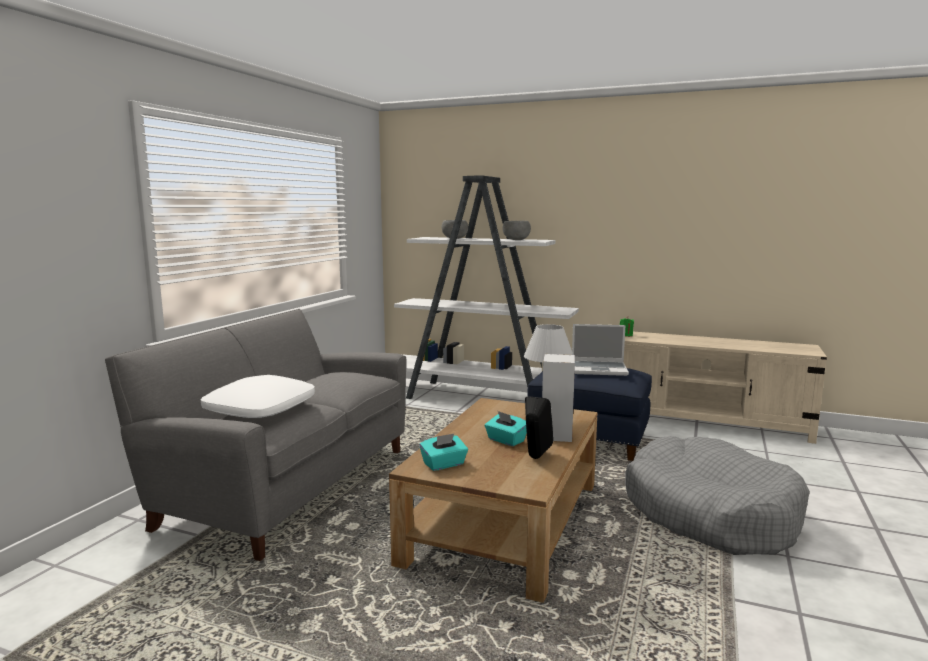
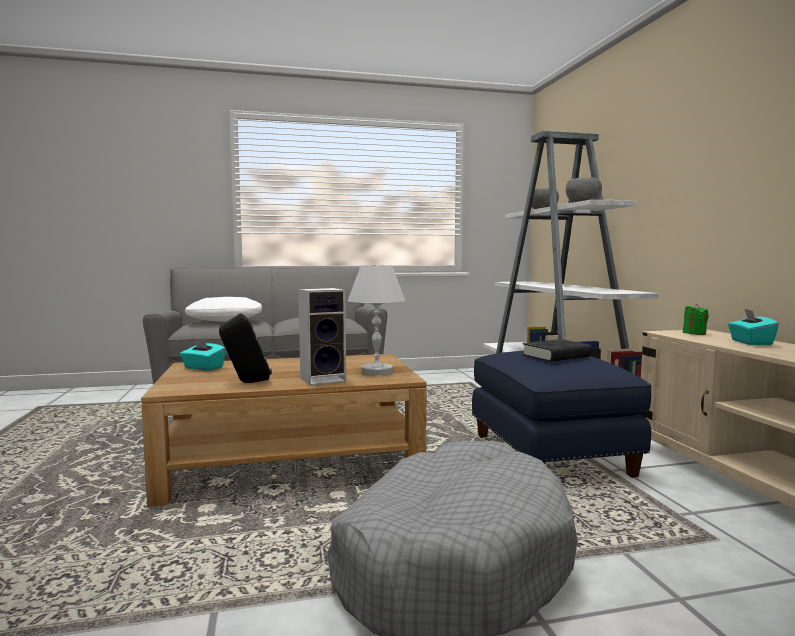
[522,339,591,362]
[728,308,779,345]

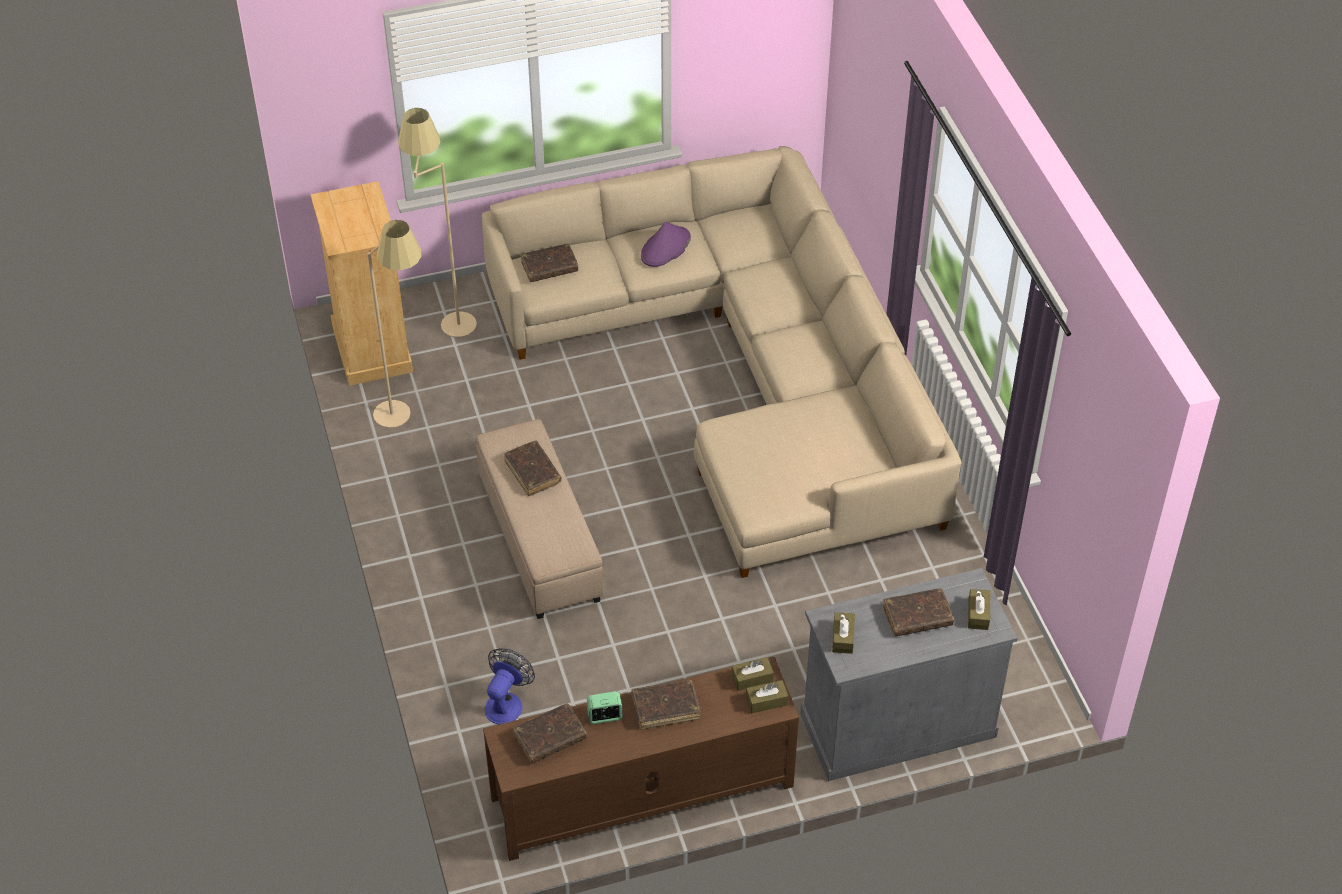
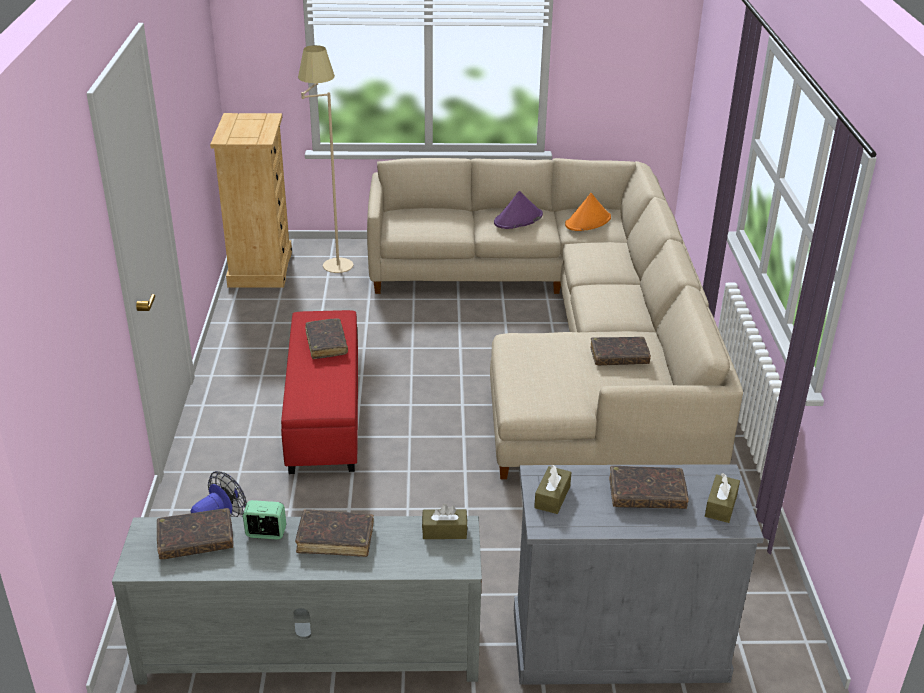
[367,220,422,428] (first image)
[590,337,651,365]
[281,310,358,474]
[112,516,482,685]
[746,680,788,713] (first image)
[565,193,611,231]

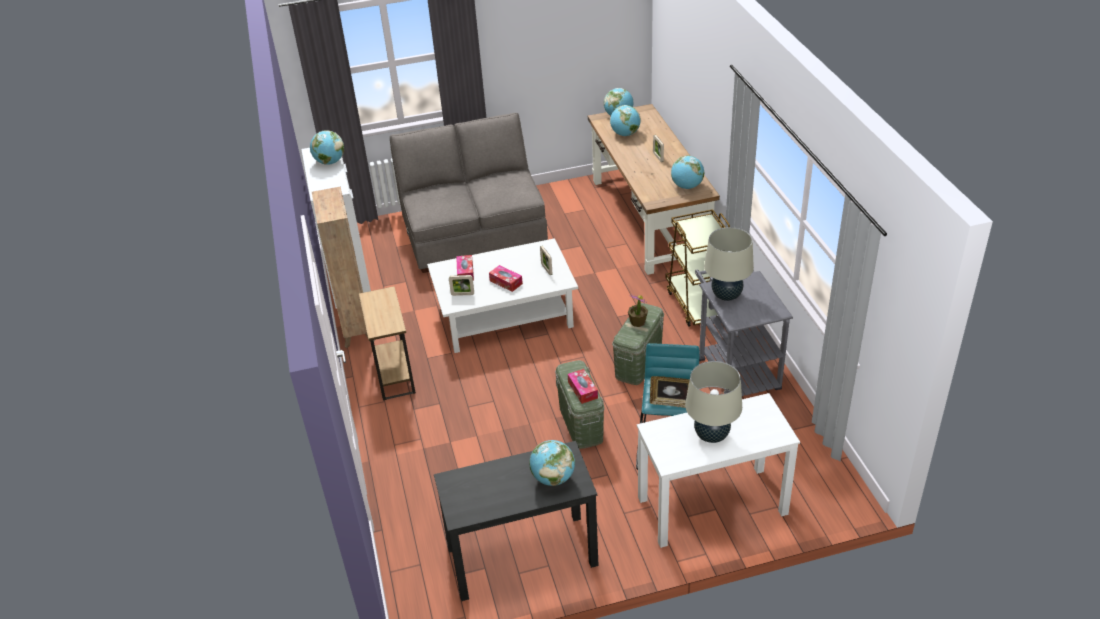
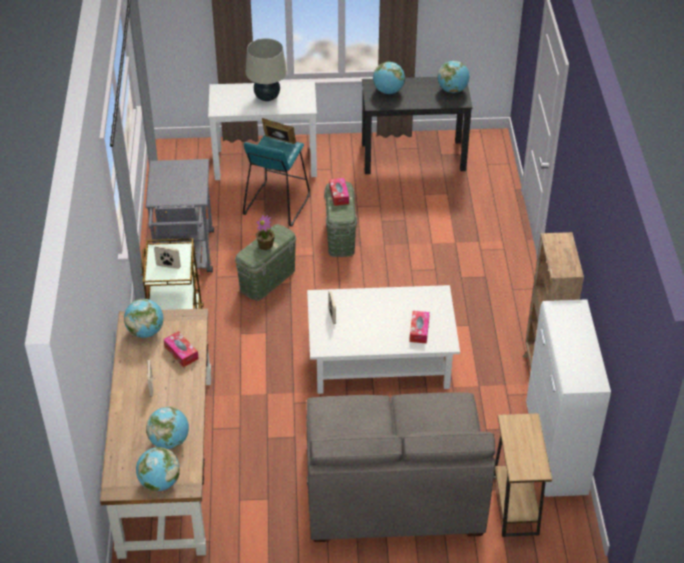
[437,61,470,93]
[704,227,754,301] (first image)
[164,331,199,367]
[154,246,181,269]
[494,413,552,537]

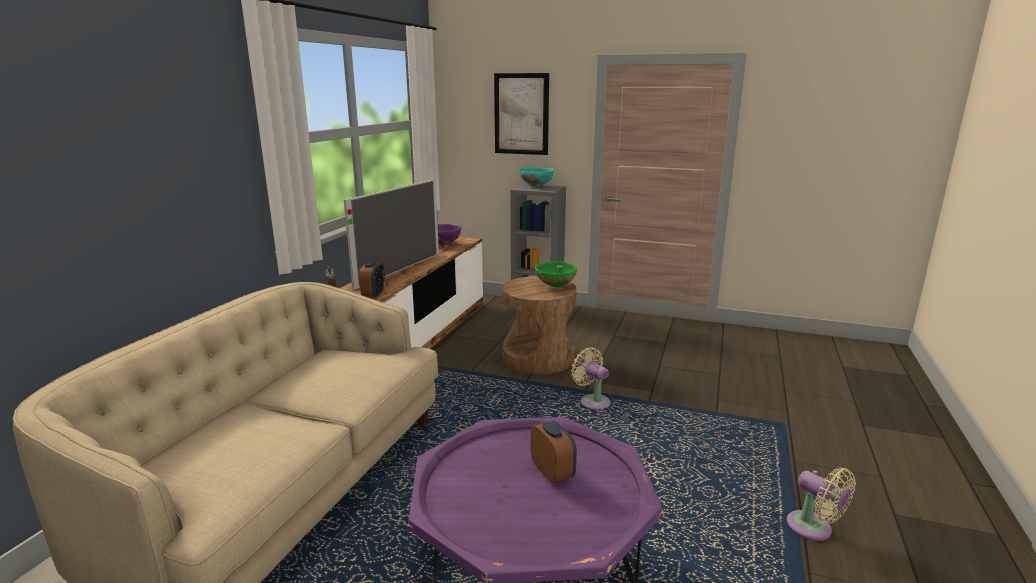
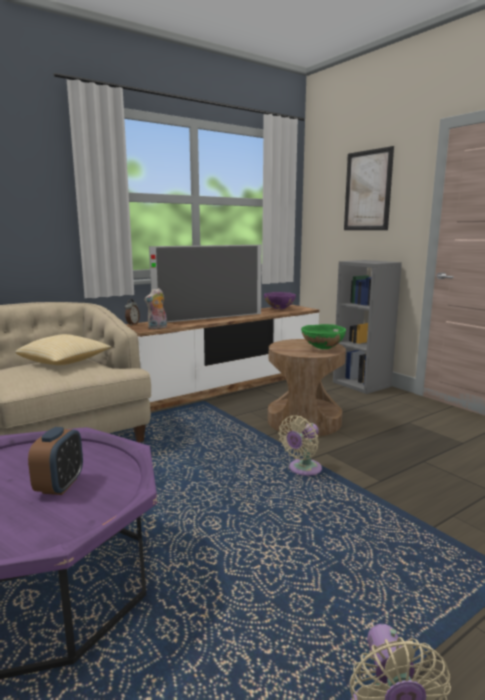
[519,167,554,187] (first image)
[144,288,167,329]
[279,415,322,476]
[15,334,111,365]

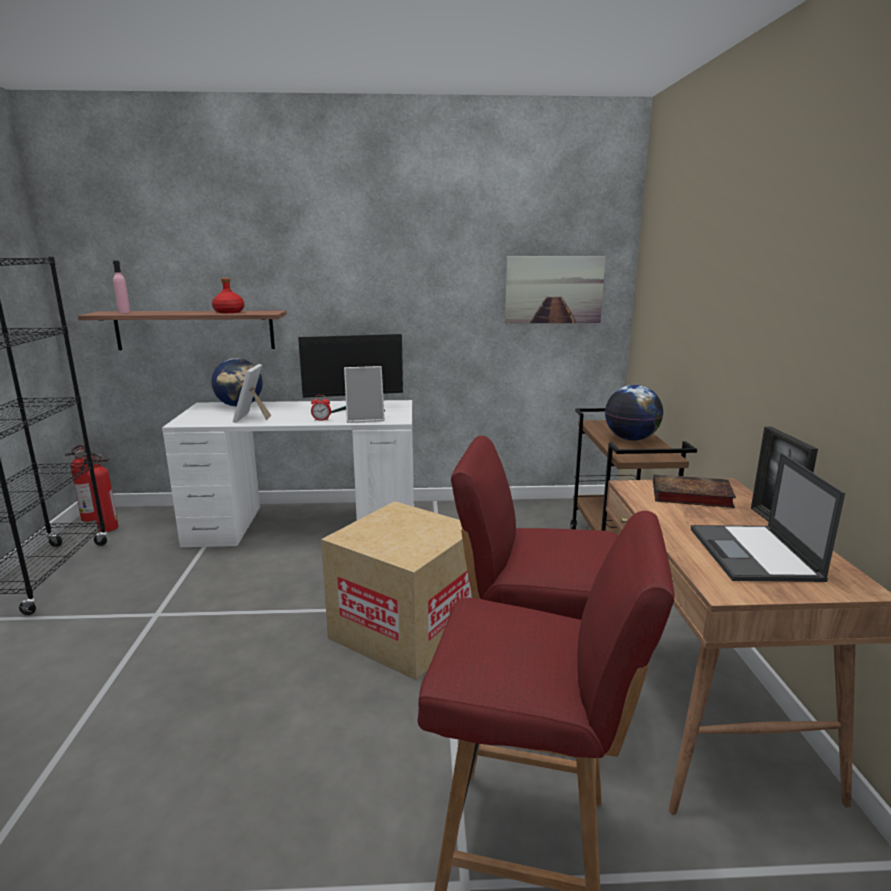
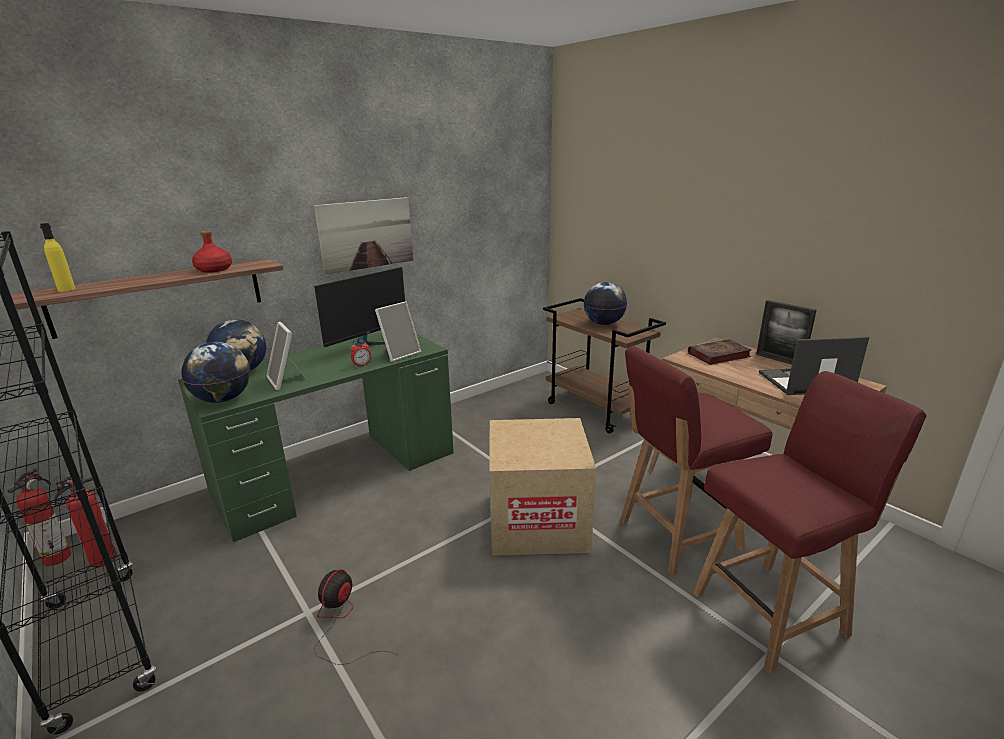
[314,197,413,275]
[40,223,76,292]
[178,332,454,542]
[759,337,869,395]
[181,342,250,403]
[314,569,399,665]

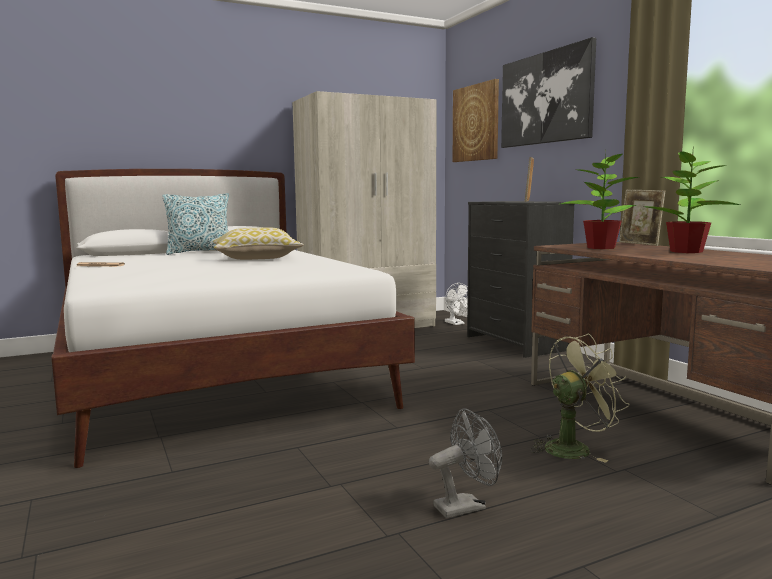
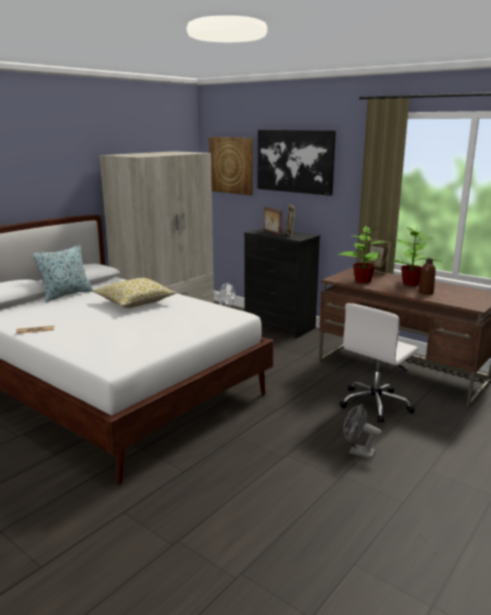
[339,303,418,423]
[343,404,382,459]
[264,207,282,236]
[418,258,436,295]

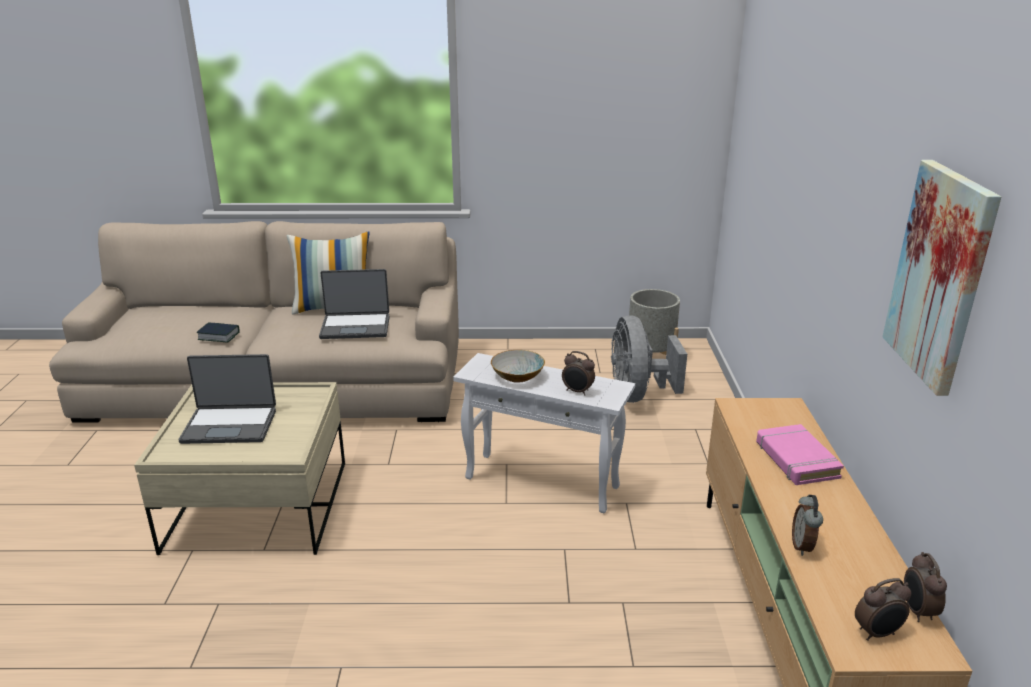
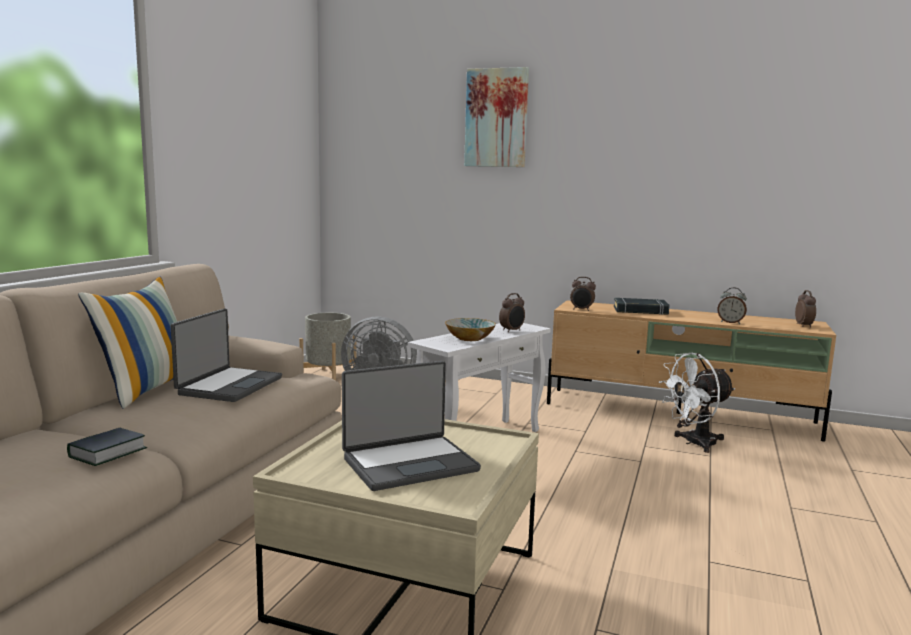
[464,67,529,167]
[342,361,481,491]
[614,298,670,315]
[570,277,596,311]
[659,352,735,453]

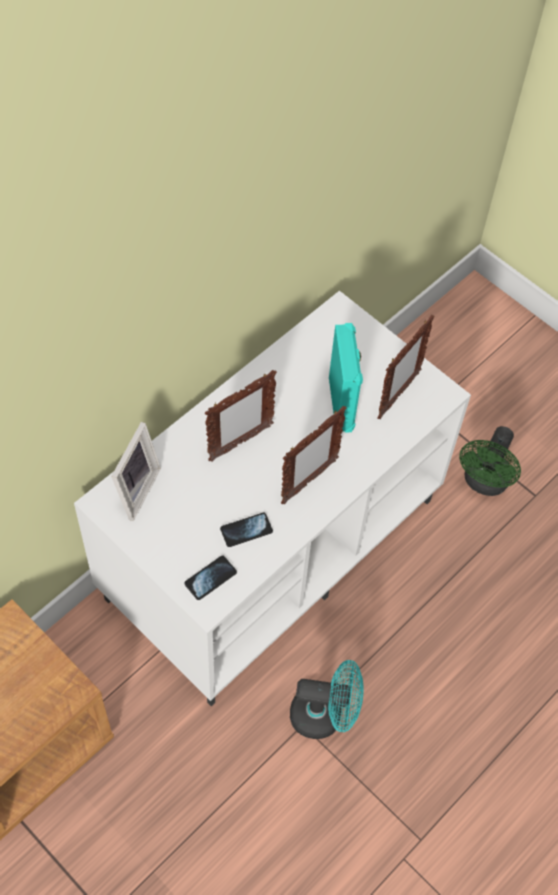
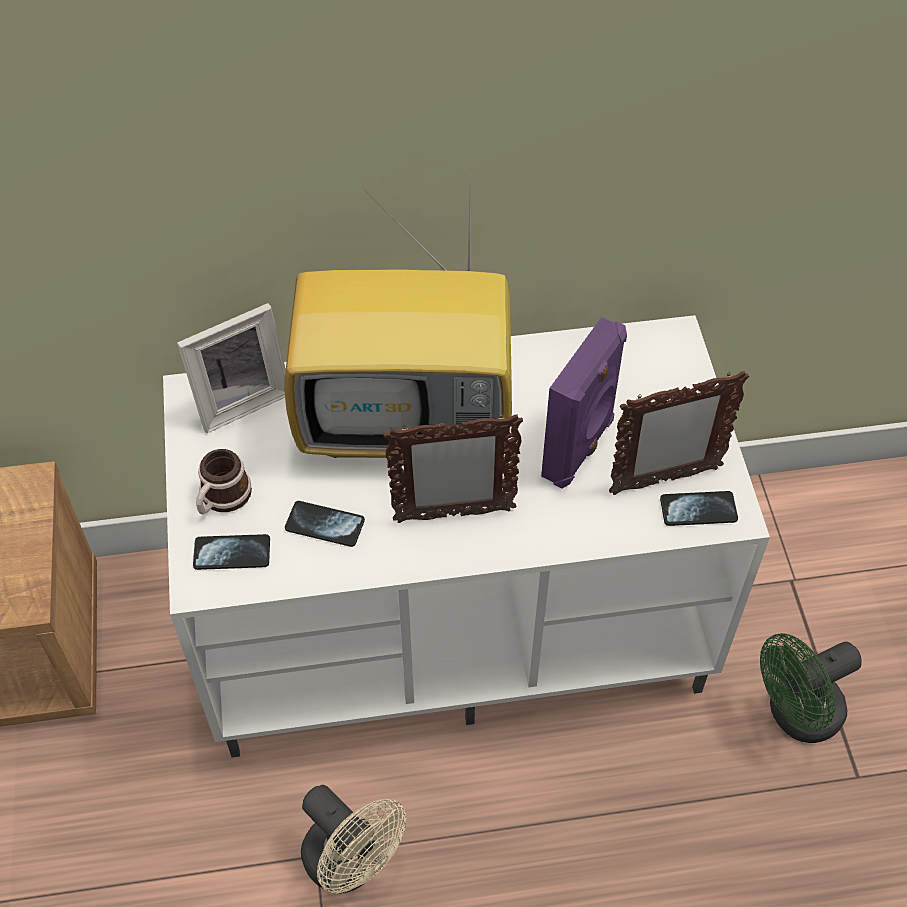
[541,317,627,489]
[284,200,512,458]
[301,785,406,893]
[196,449,252,515]
[660,491,738,526]

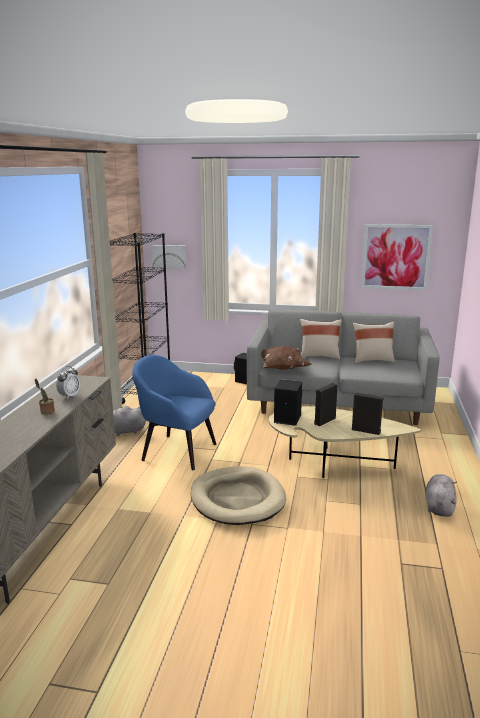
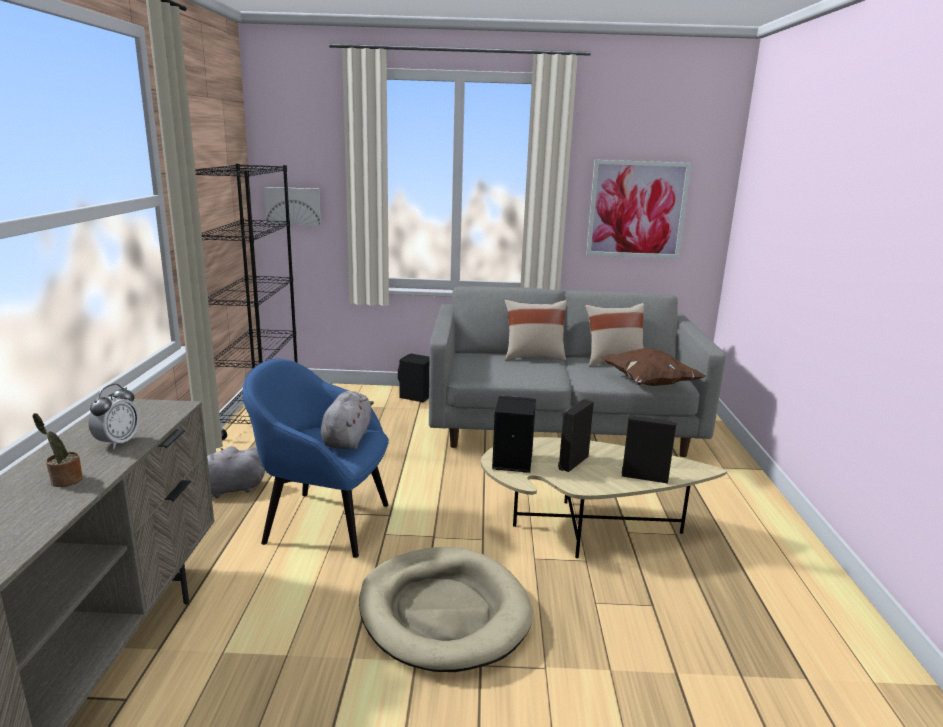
[601,348,706,386]
[321,391,374,450]

